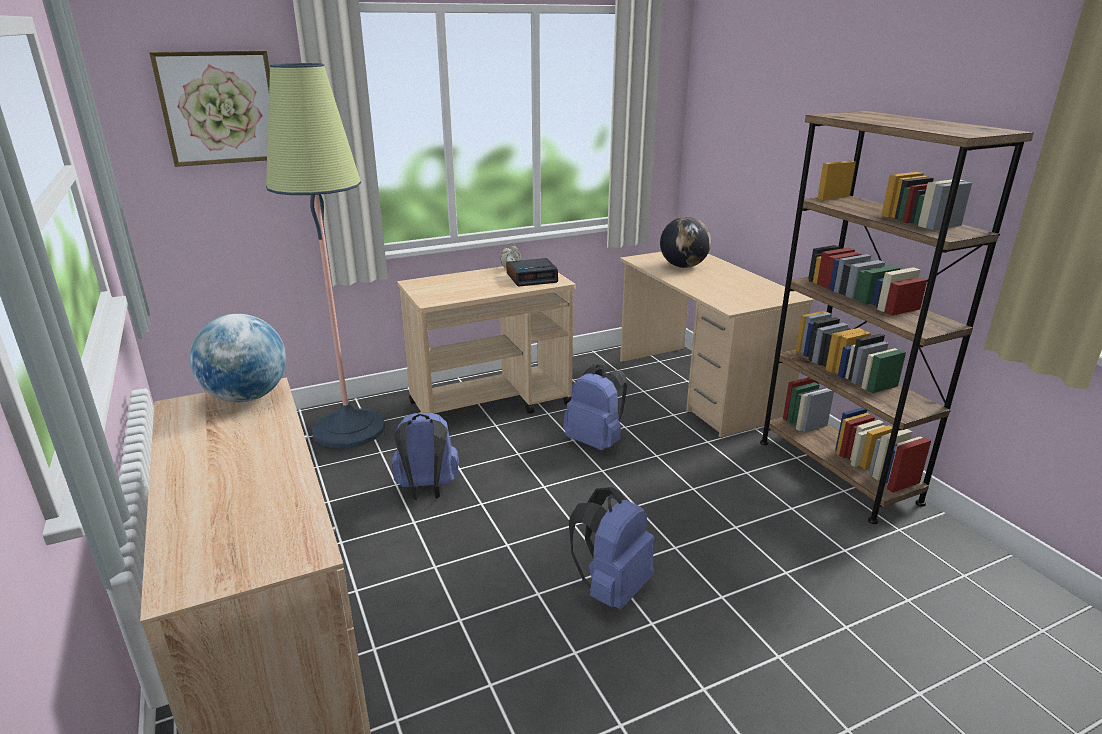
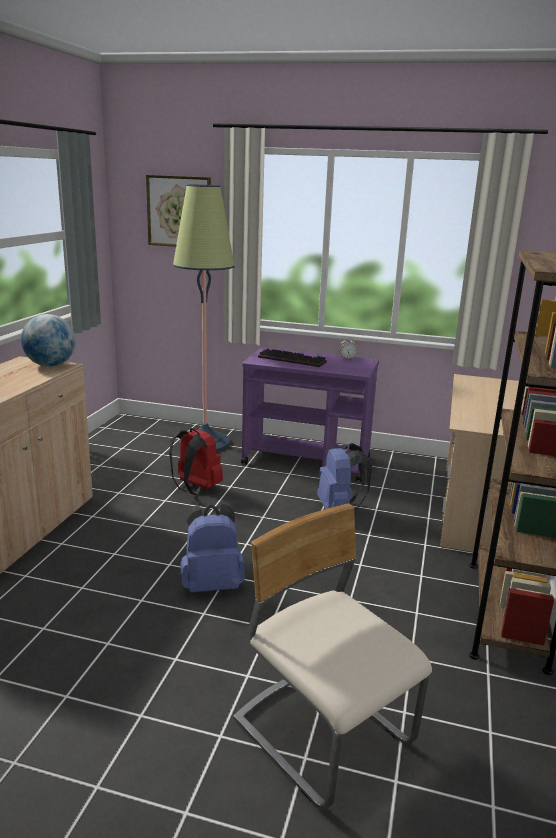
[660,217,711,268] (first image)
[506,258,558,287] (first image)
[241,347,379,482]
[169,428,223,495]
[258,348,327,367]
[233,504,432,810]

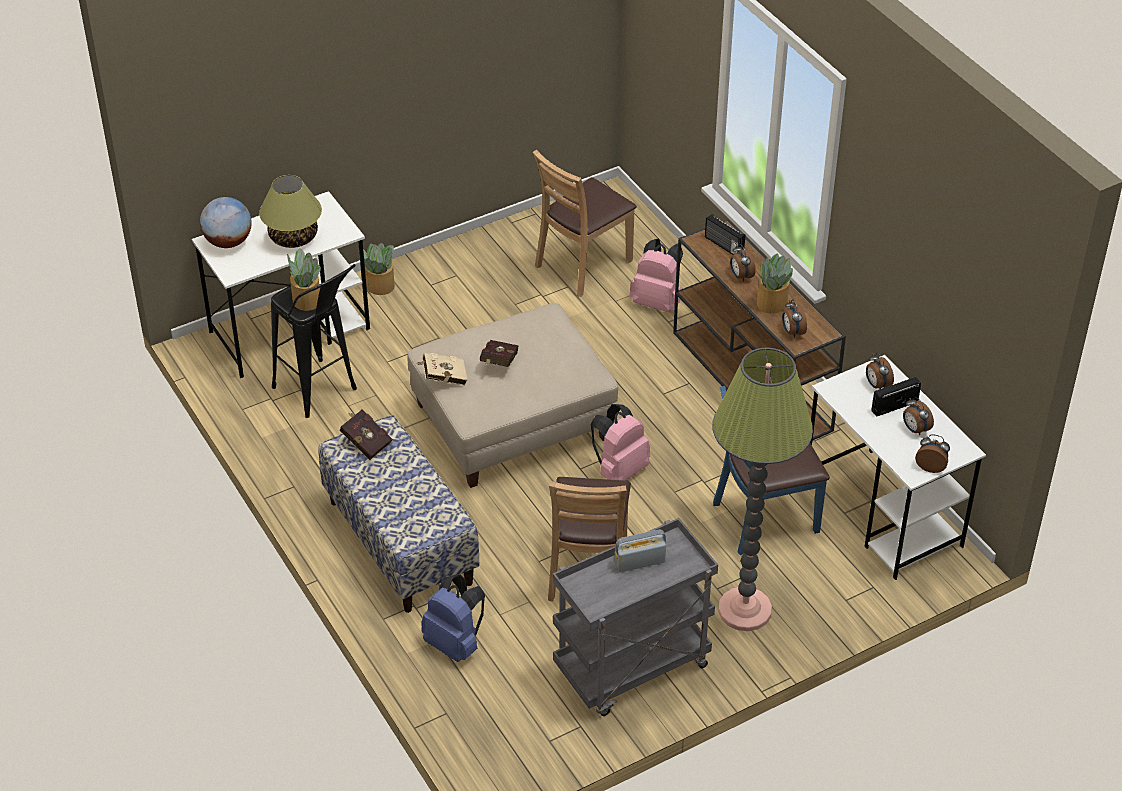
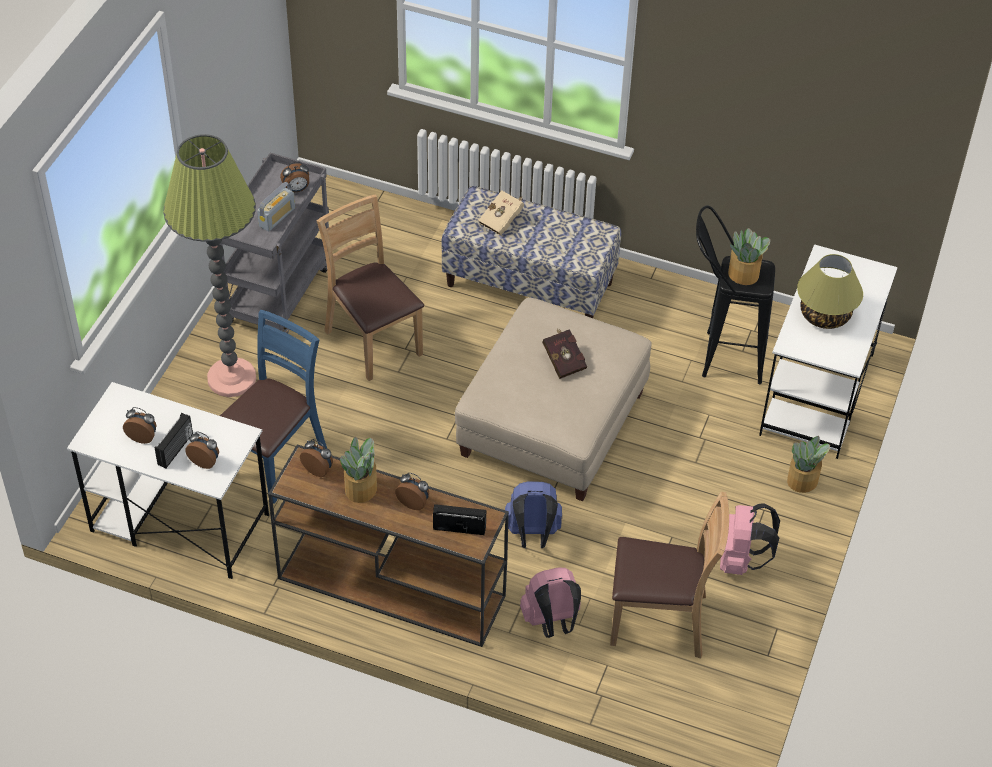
[610,492,729,659]
[200,197,252,248] (first image)
[478,190,525,236]
[720,503,780,575]
[340,410,392,460] (first image)
[280,161,309,192]
[505,482,562,548]

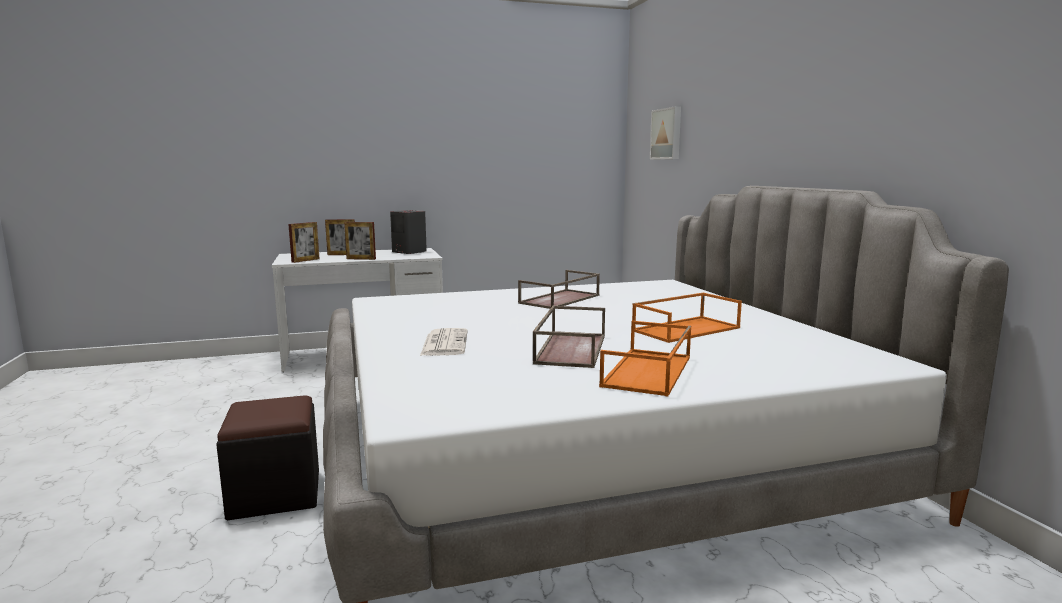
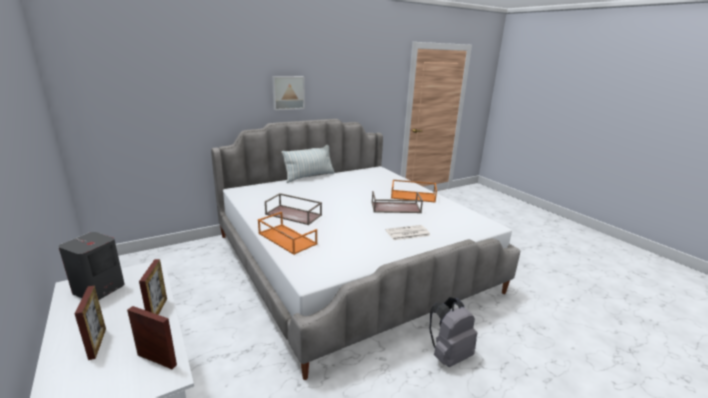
[272,76,305,110]
[258,212,318,255]
[429,297,477,367]
[281,145,335,183]

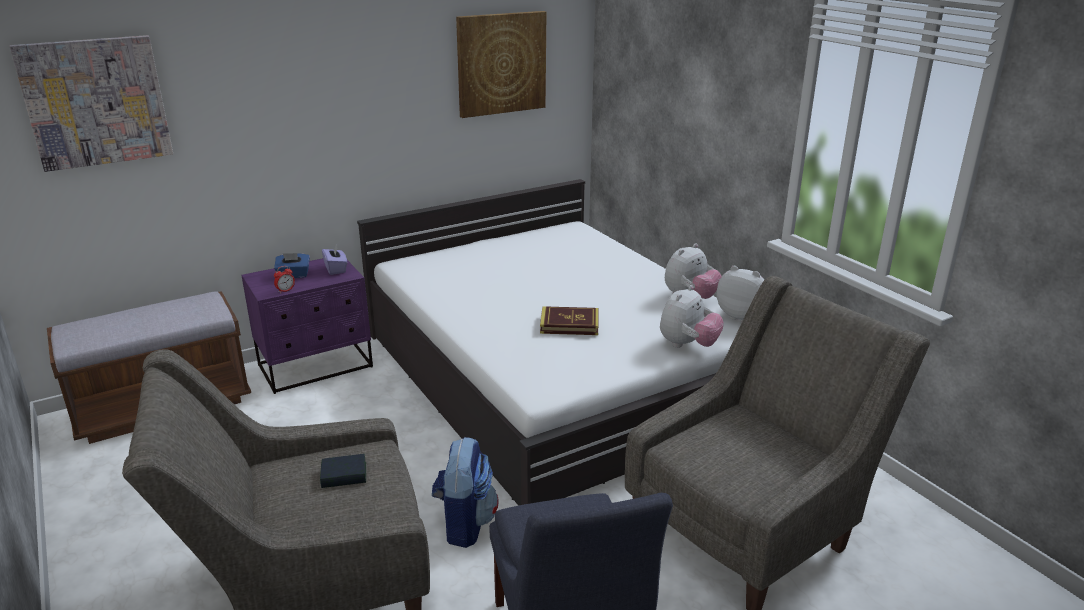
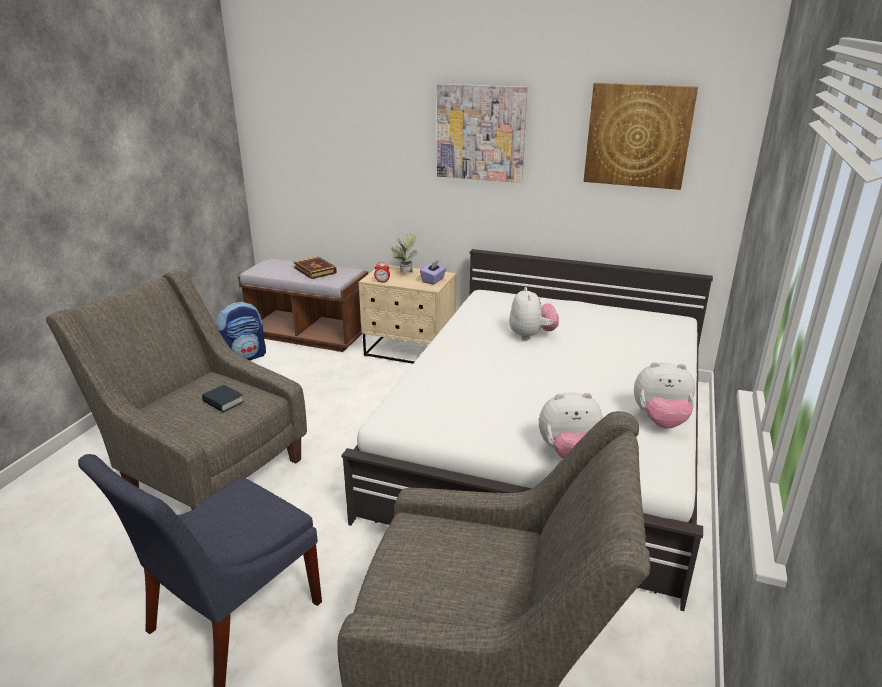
[437,84,528,183]
[391,234,418,273]
[359,264,457,364]
[509,287,559,340]
[294,257,337,279]
[216,302,266,361]

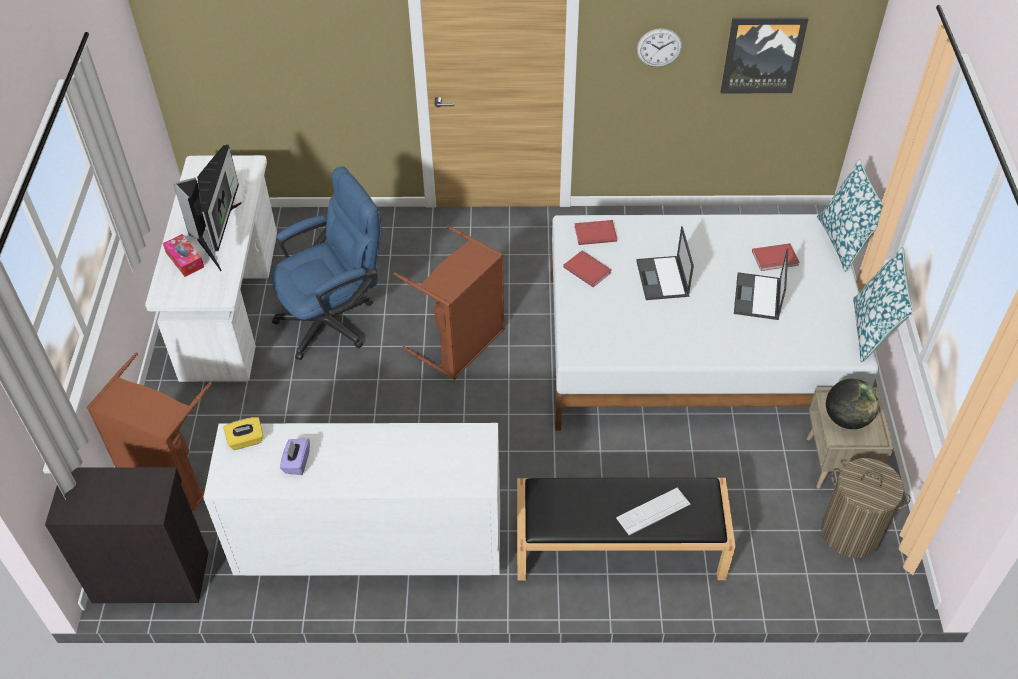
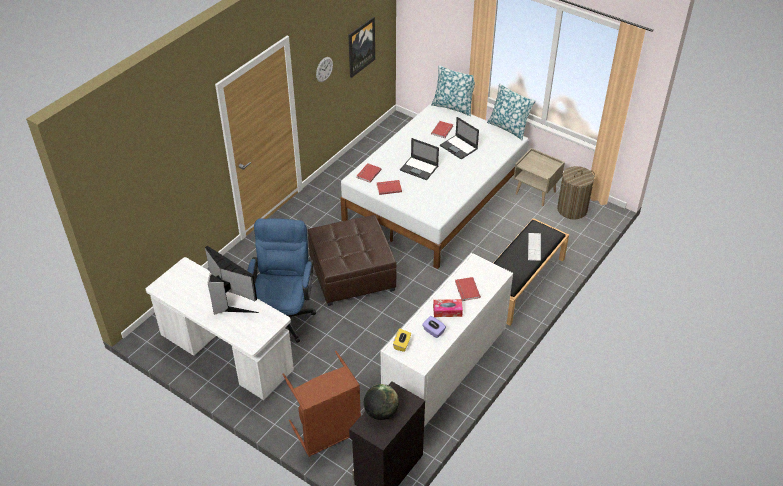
[308,215,396,306]
[433,299,463,317]
[364,384,399,420]
[455,277,481,301]

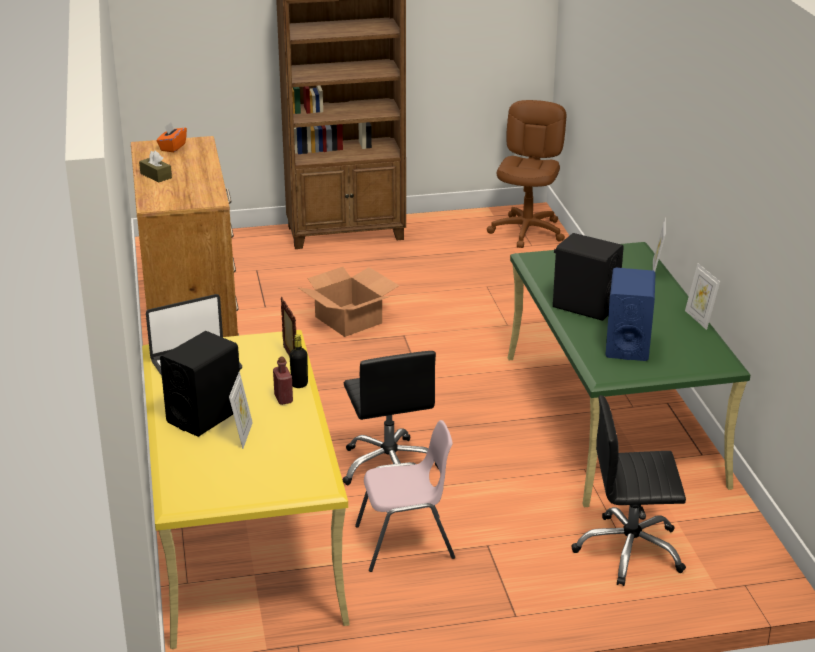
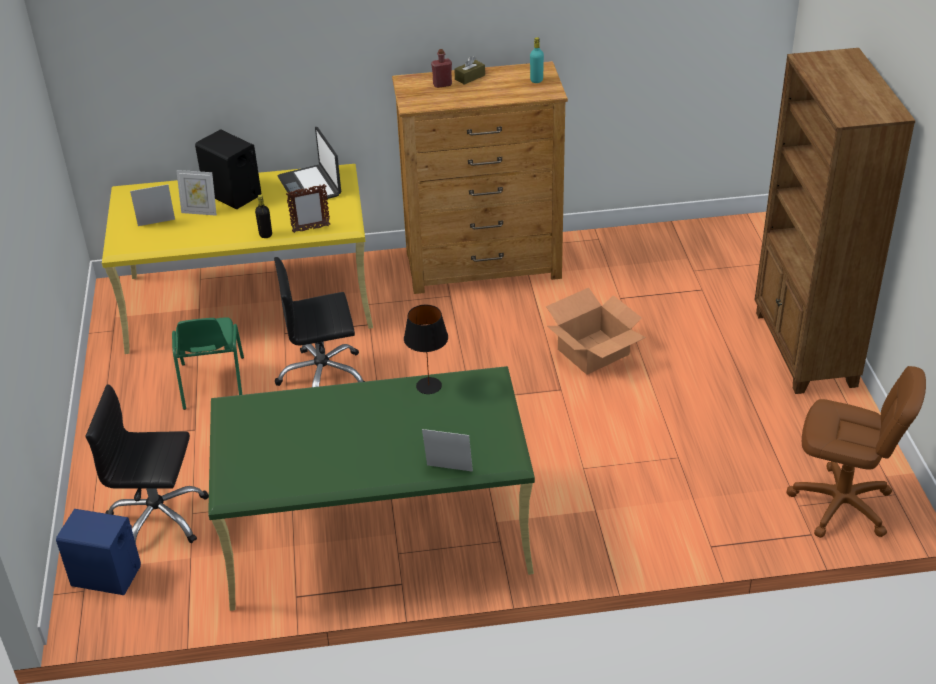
[530,37,544,83]
[553,233,624,321] (first image)
[130,184,175,226]
[56,509,141,595]
[431,49,452,88]
[85,384,209,543]
[172,317,244,410]
[404,305,448,394]

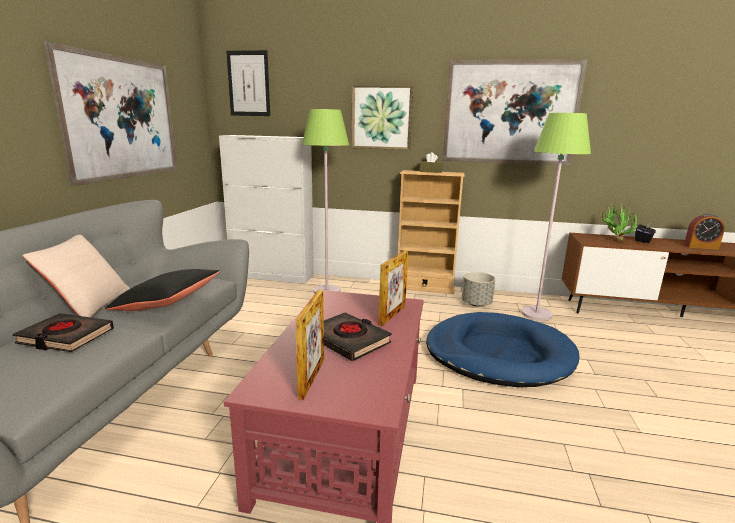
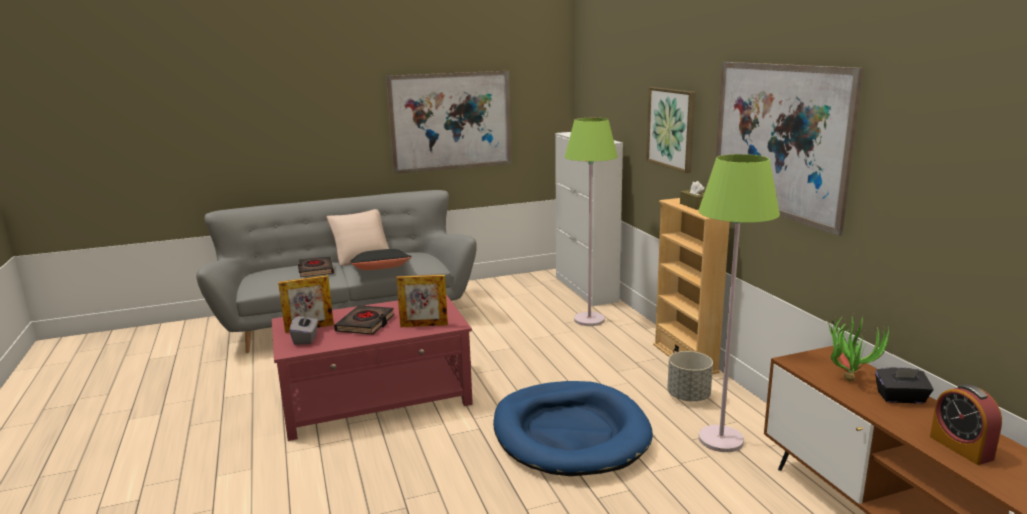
[226,50,270,116] (first image)
[290,313,318,345]

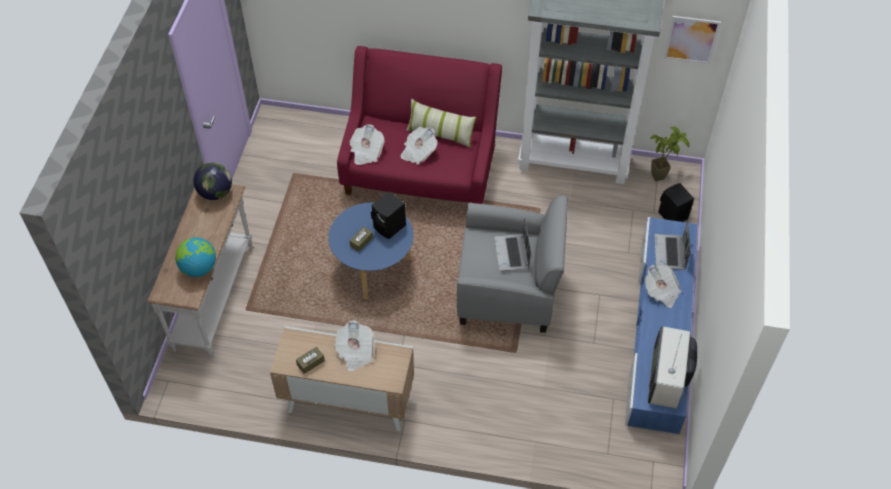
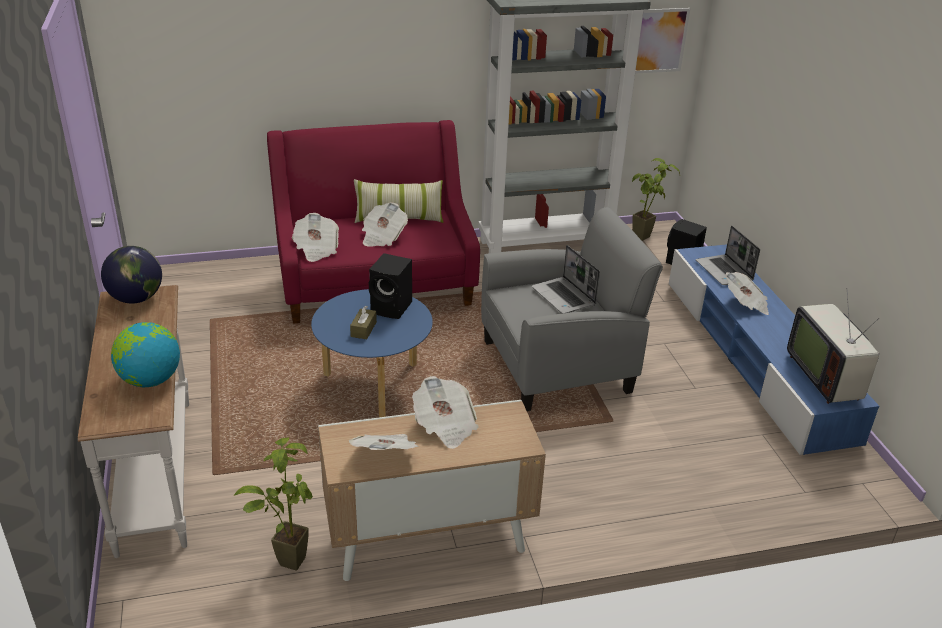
[349,434,419,450]
[233,437,313,571]

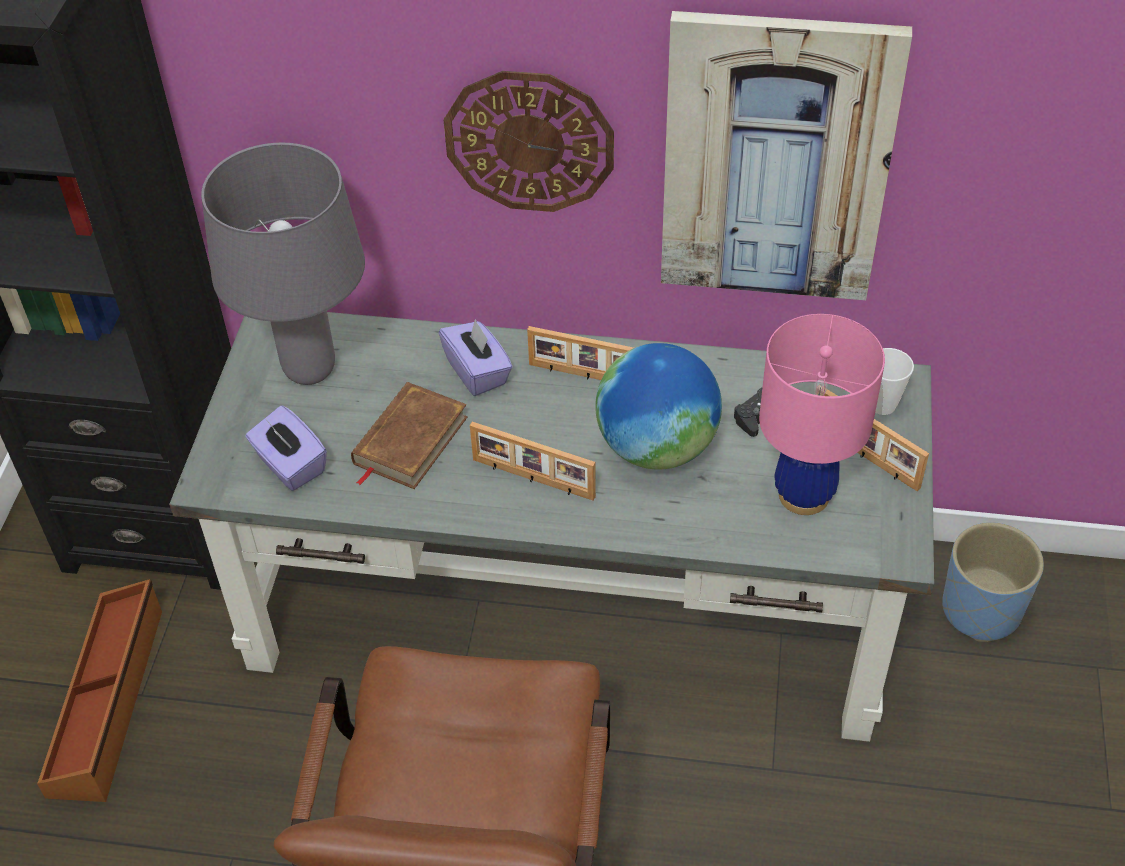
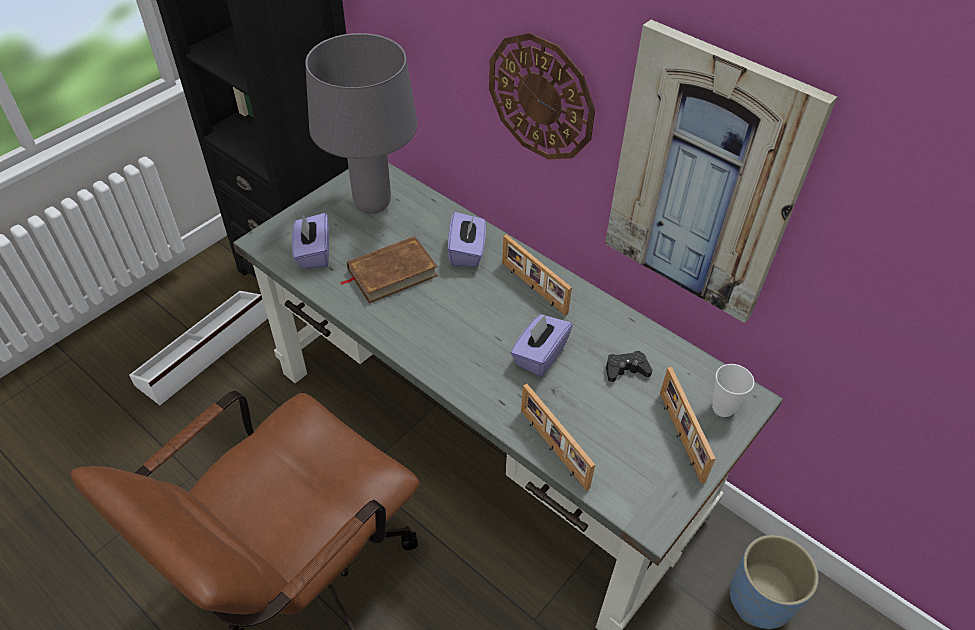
[759,314,885,515] (first image)
[511,314,572,377]
[521,384,595,491]
[129,291,268,405]

